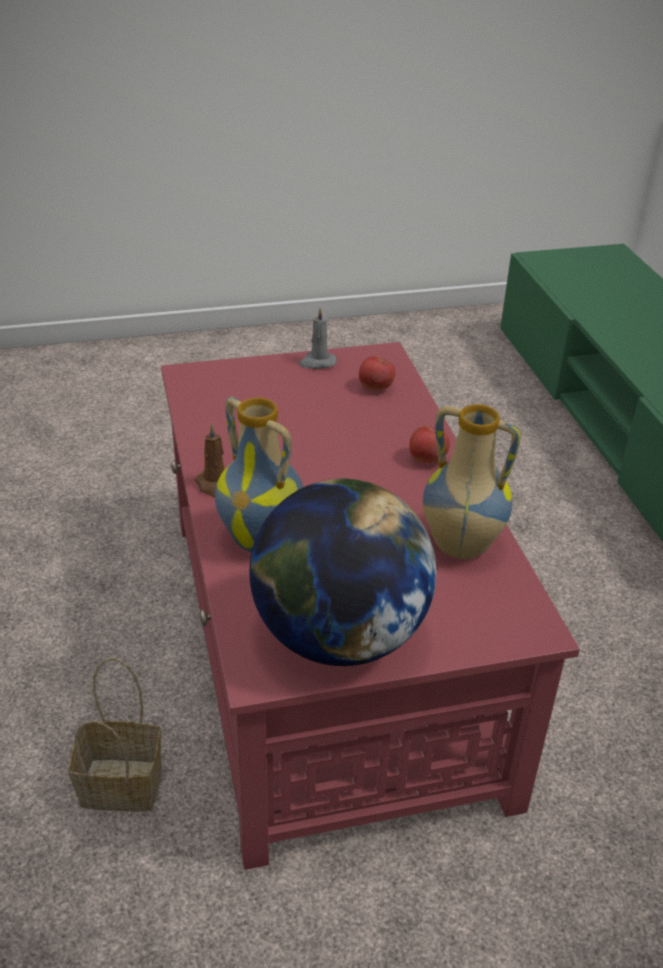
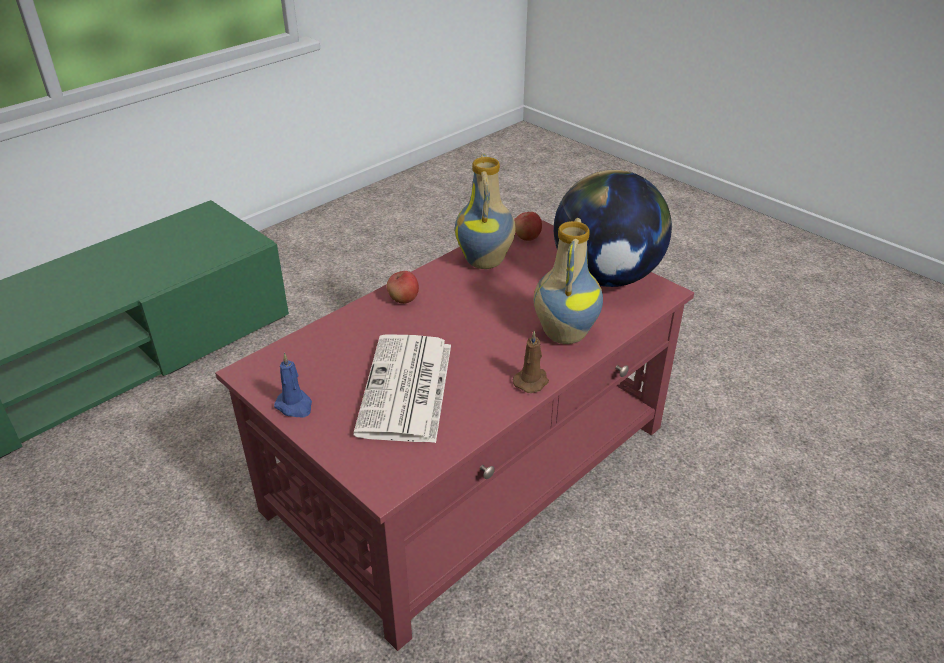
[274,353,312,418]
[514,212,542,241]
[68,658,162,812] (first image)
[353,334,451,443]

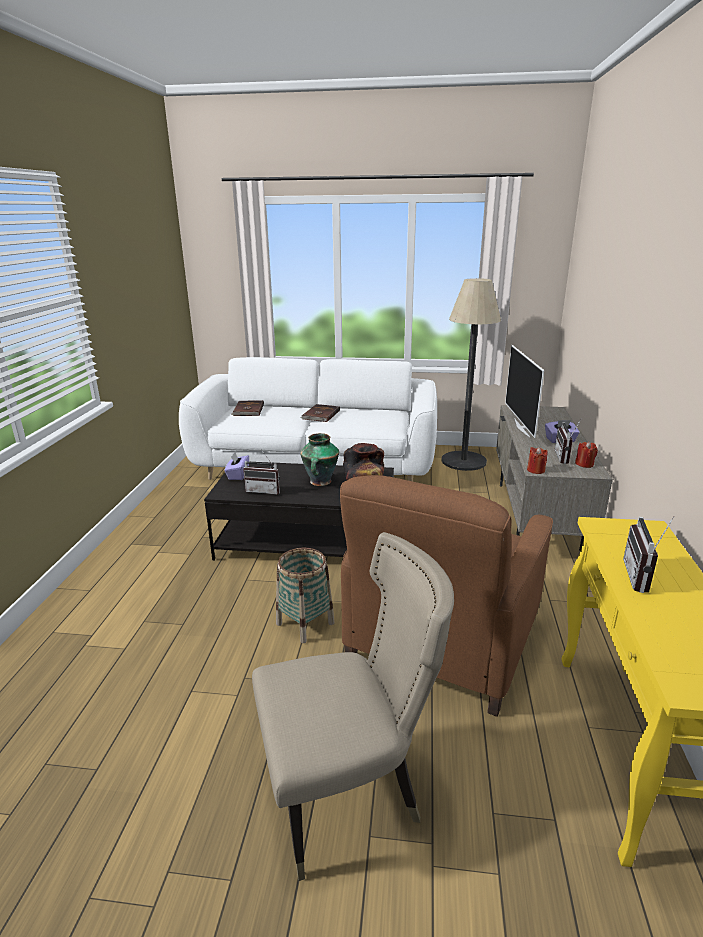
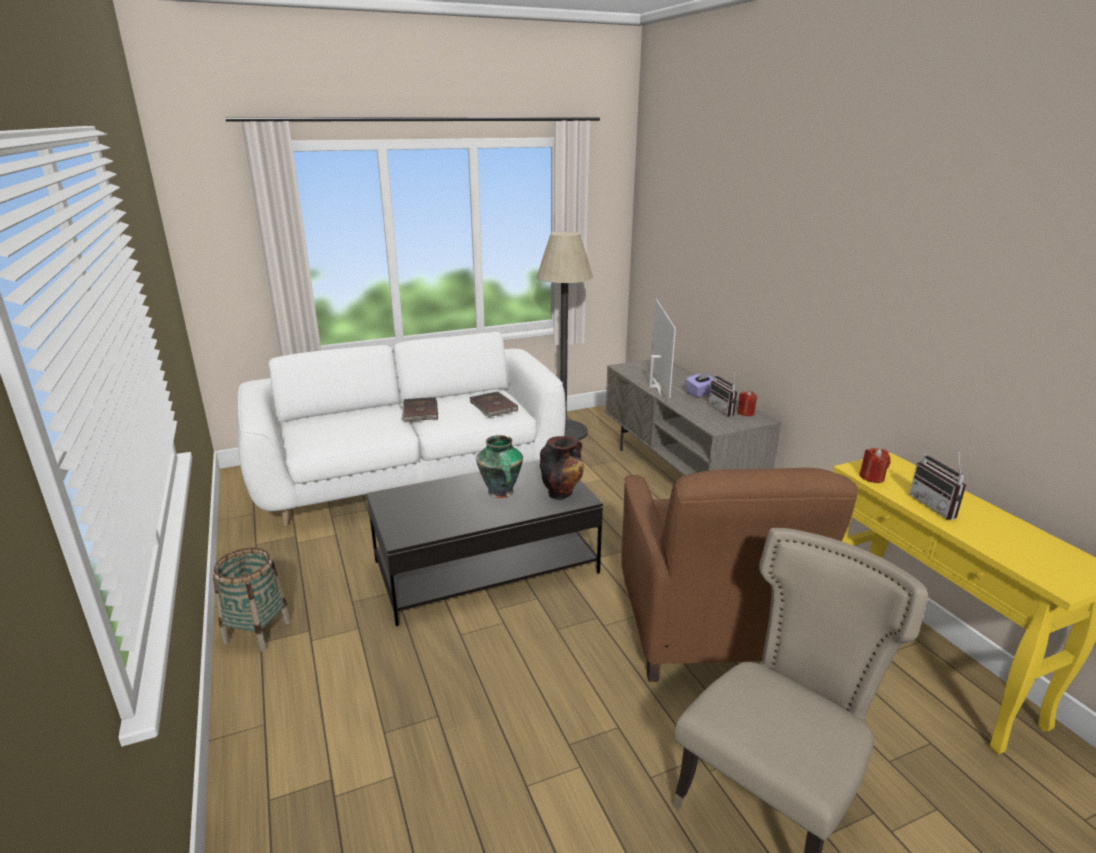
[649,299,676,398]
[469,391,518,417]
[859,448,891,483]
[243,451,280,495] (first image)
[225,452,249,480] (first image)
[213,548,291,652]

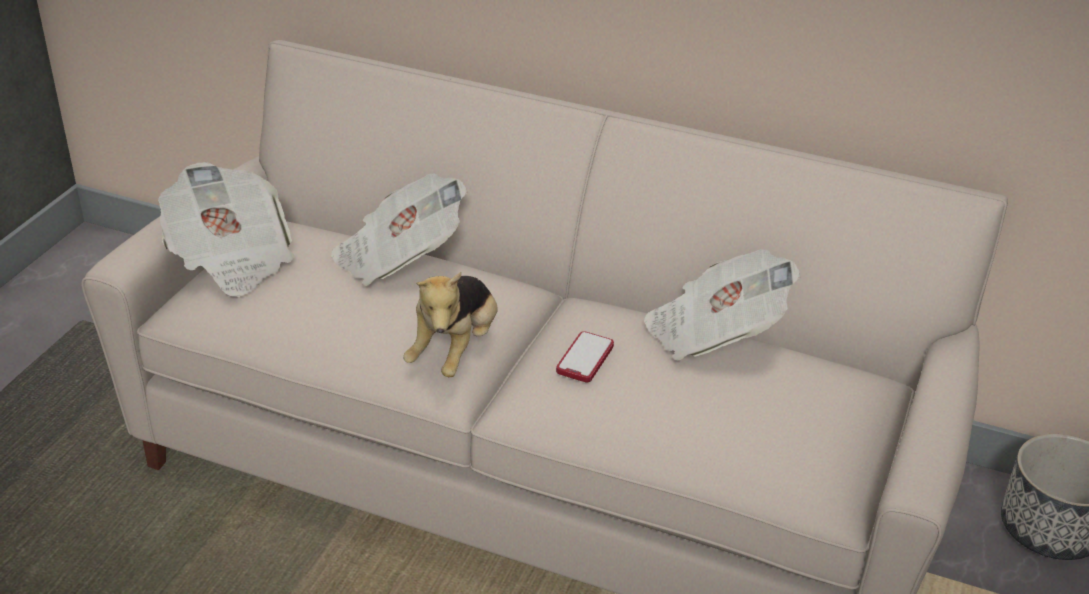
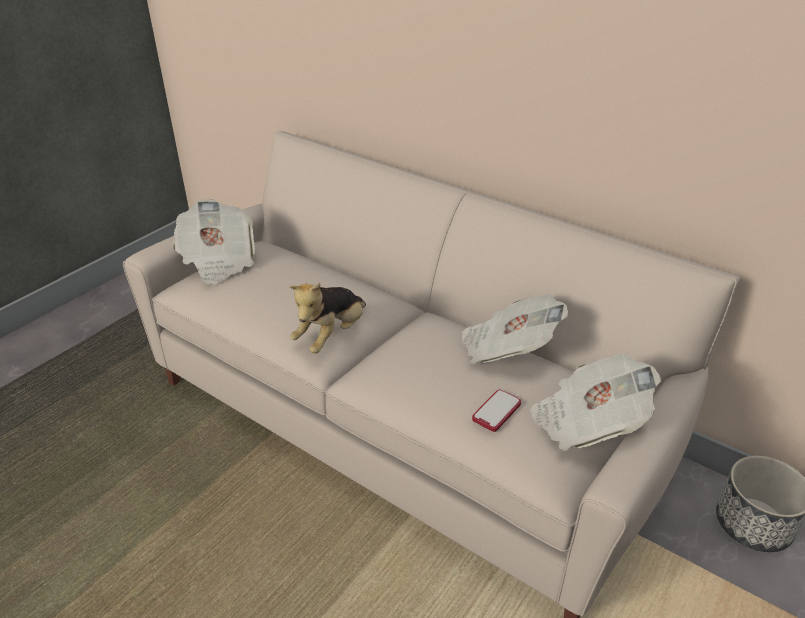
[530,354,661,451]
[472,390,521,432]

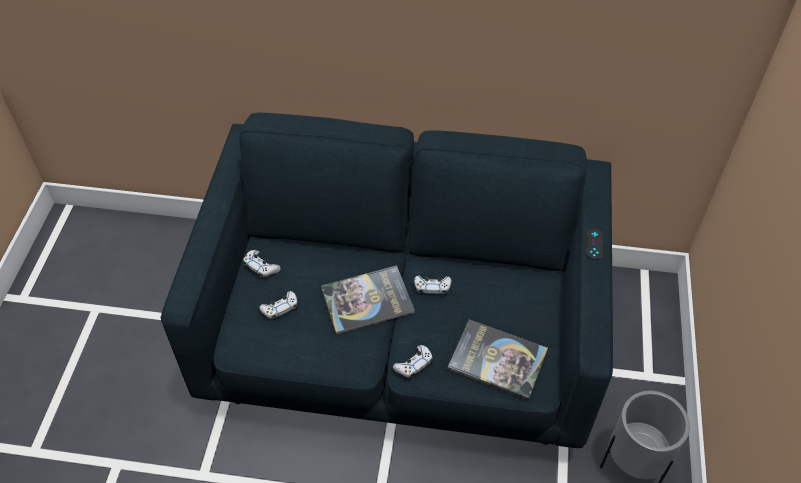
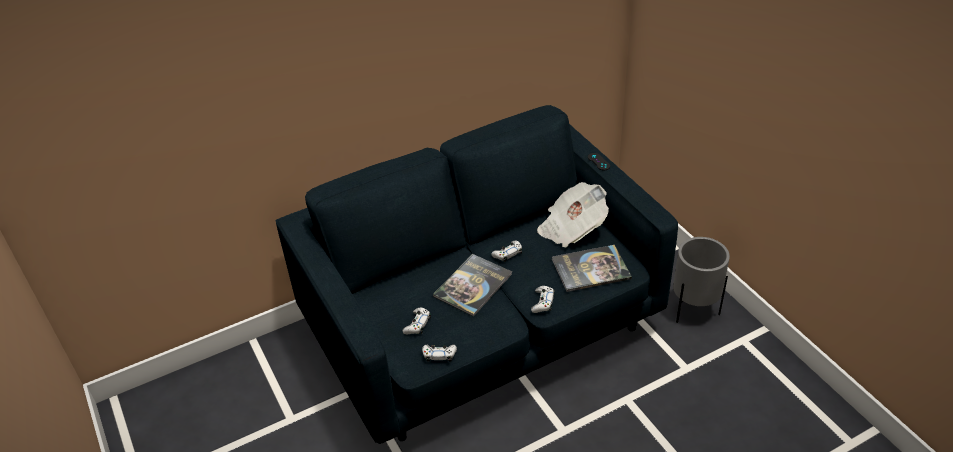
[422,345,457,362]
[537,182,609,248]

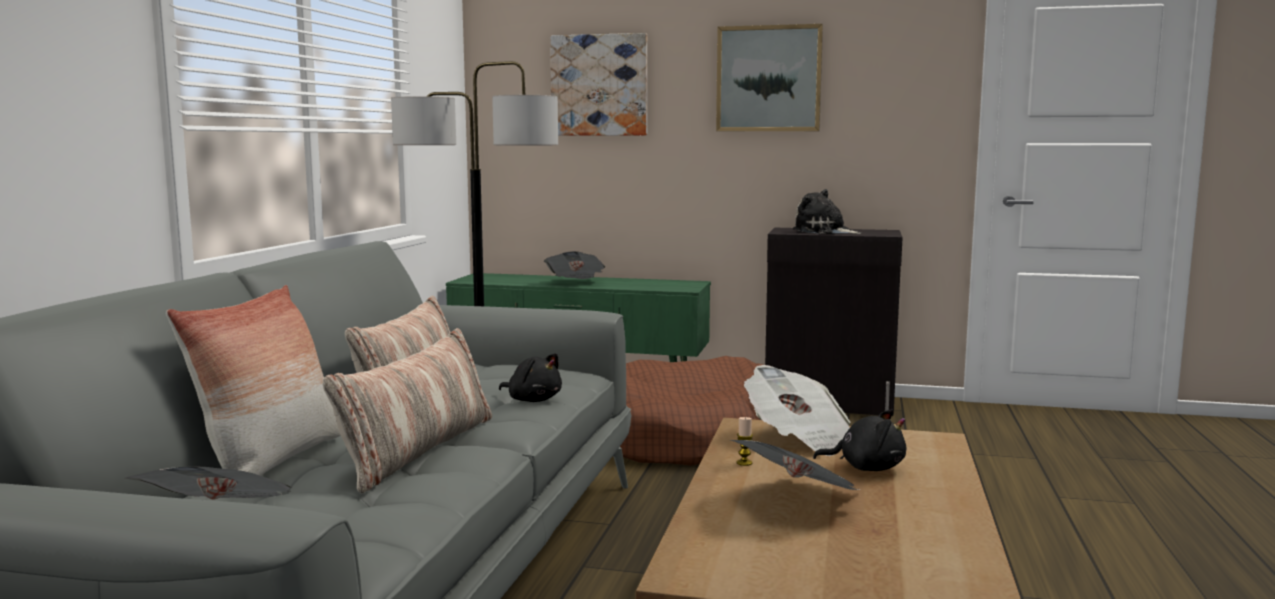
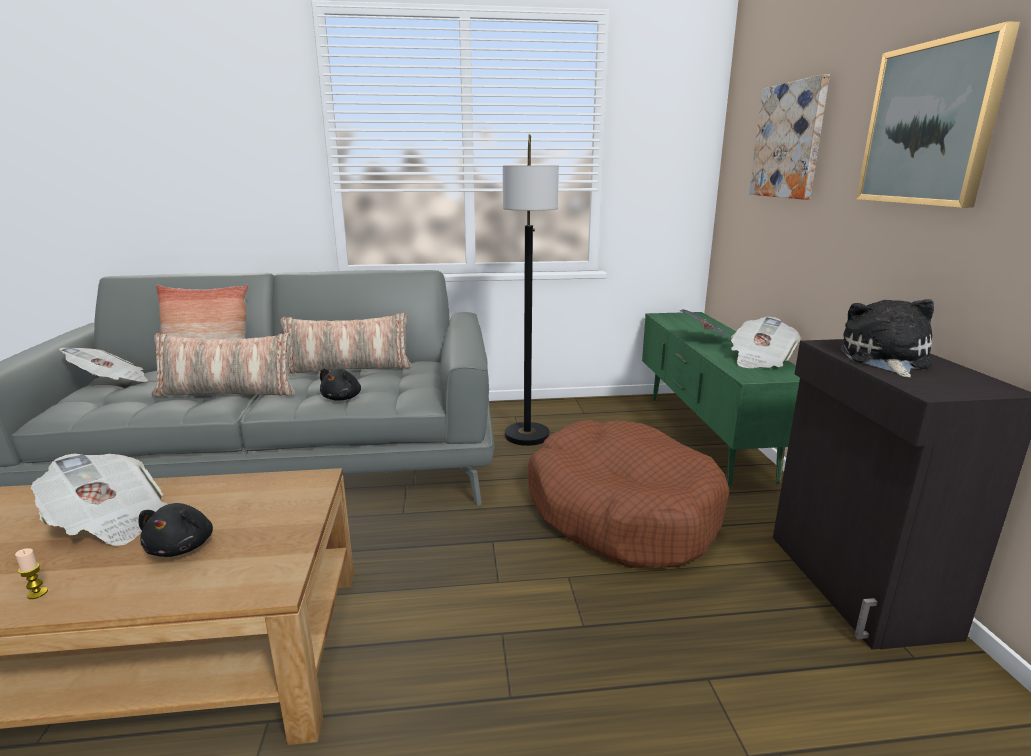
[730,317,801,368]
[15,548,48,599]

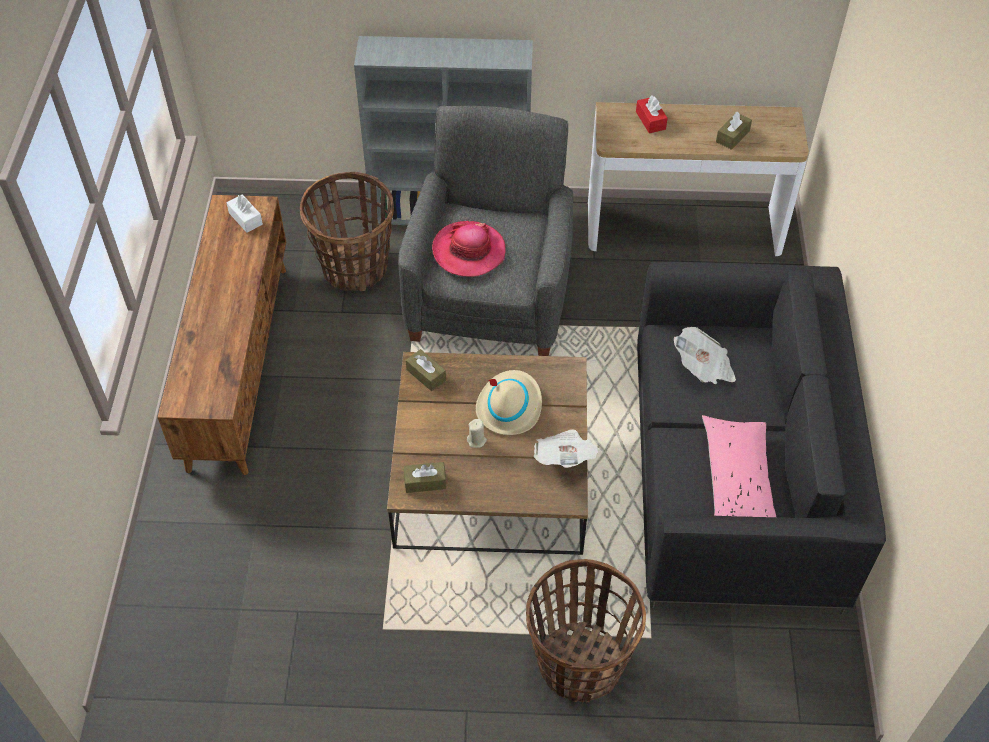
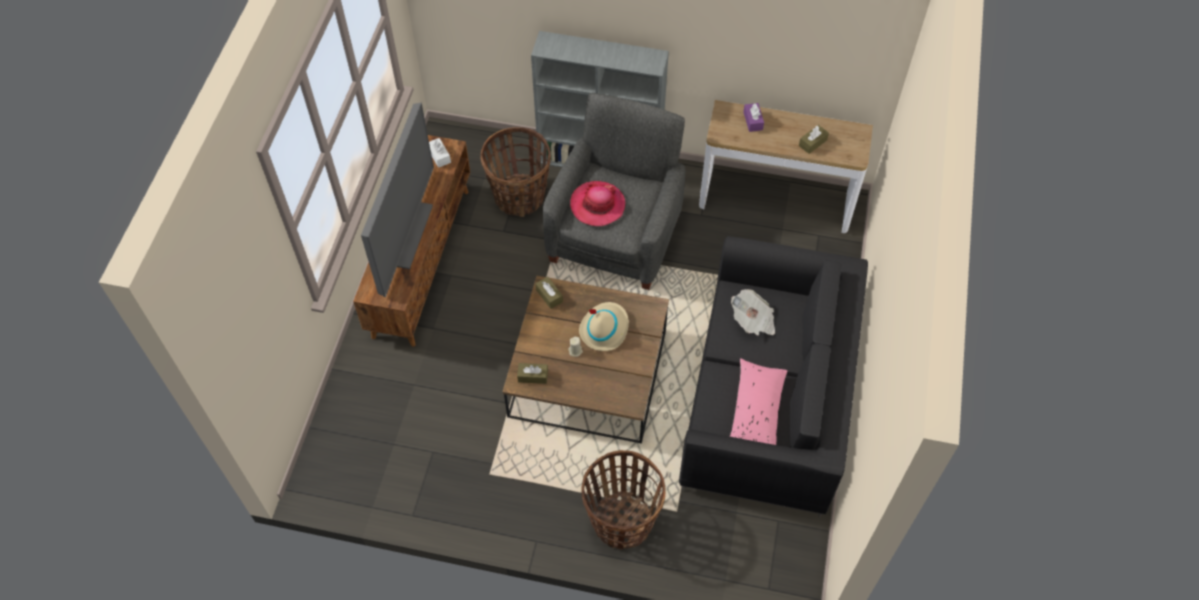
[743,103,764,132]
[534,429,599,468] (first image)
[361,103,434,297]

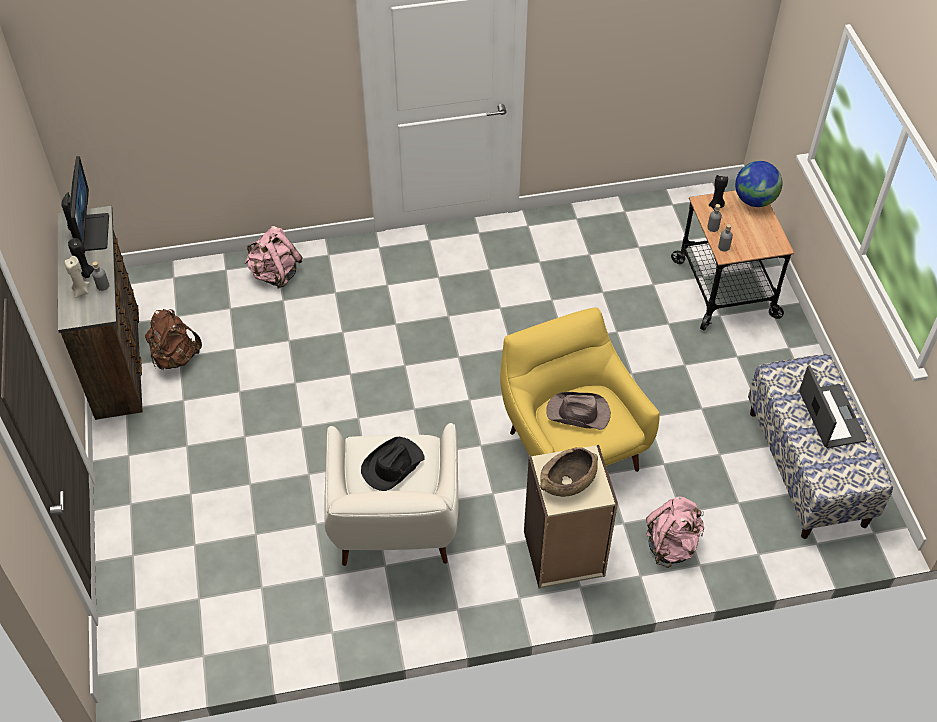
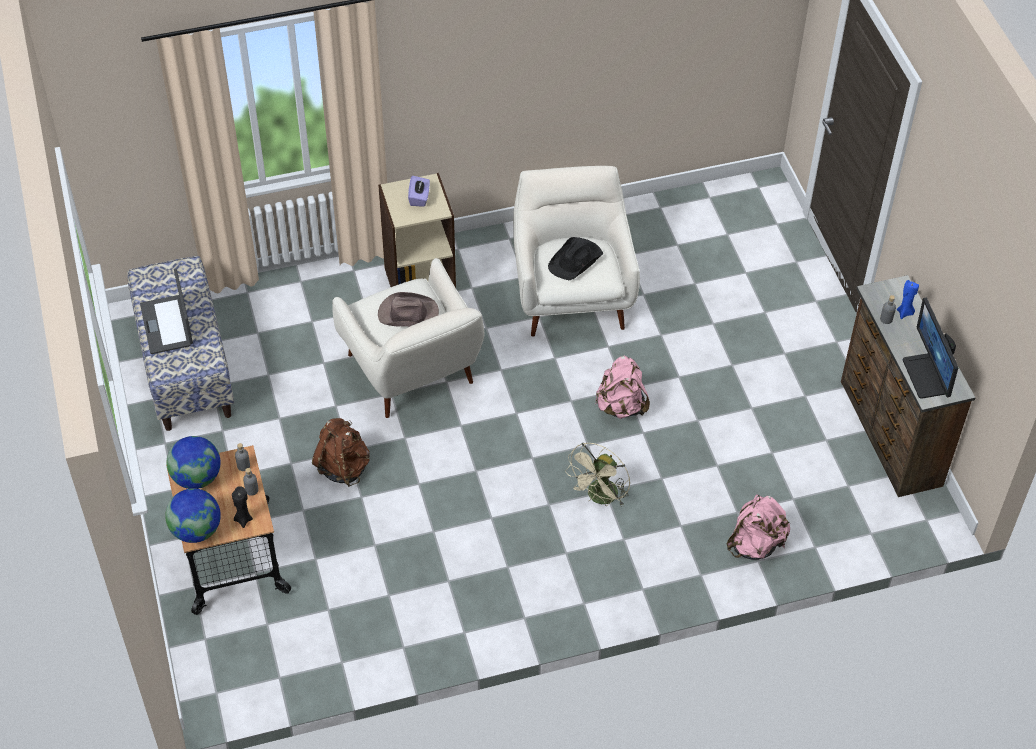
[68,238,95,278] (first image)
[897,280,919,319]
[332,258,484,418]
[312,418,370,487]
[408,176,430,207]
[595,355,650,419]
[166,436,221,489]
[565,442,630,507]

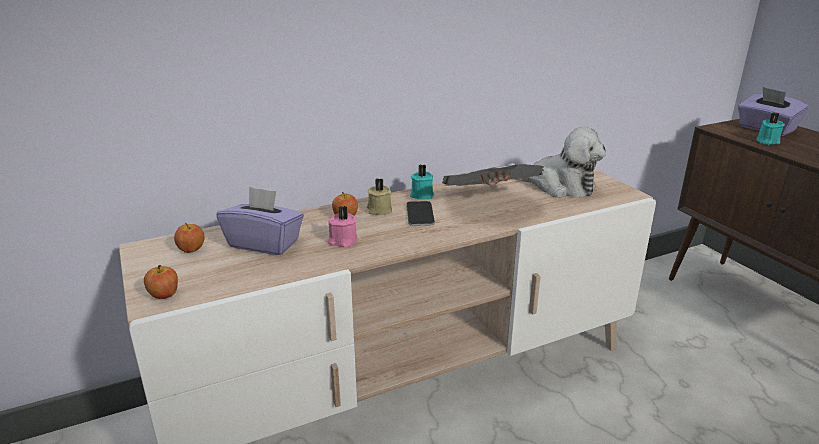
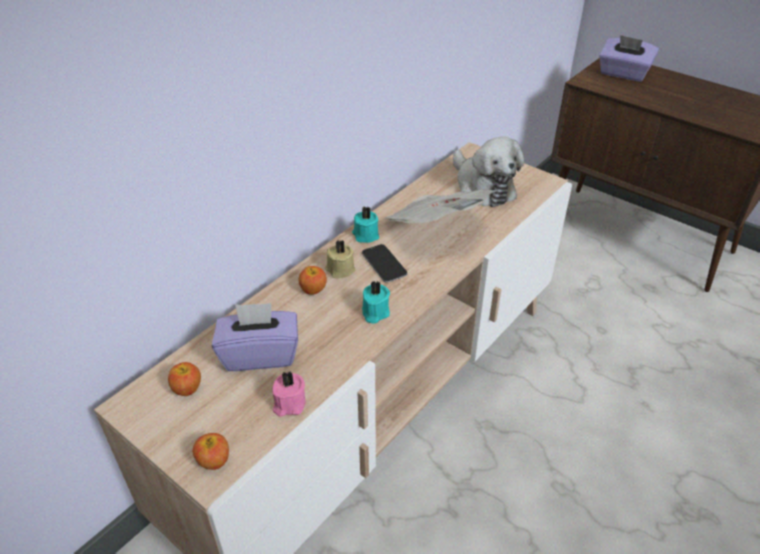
[362,281,390,324]
[453,137,524,207]
[273,371,306,417]

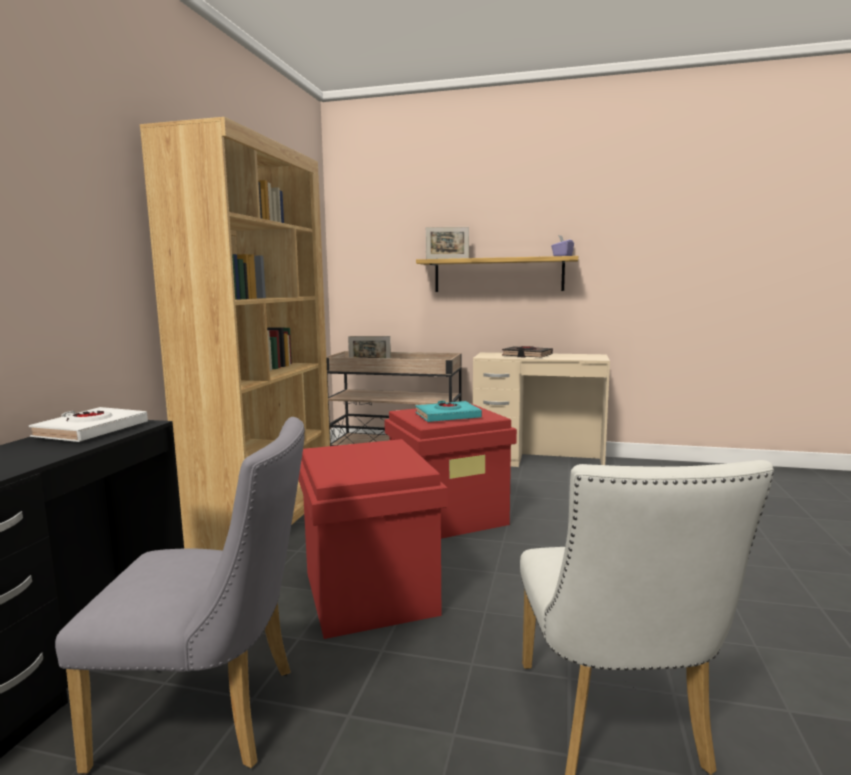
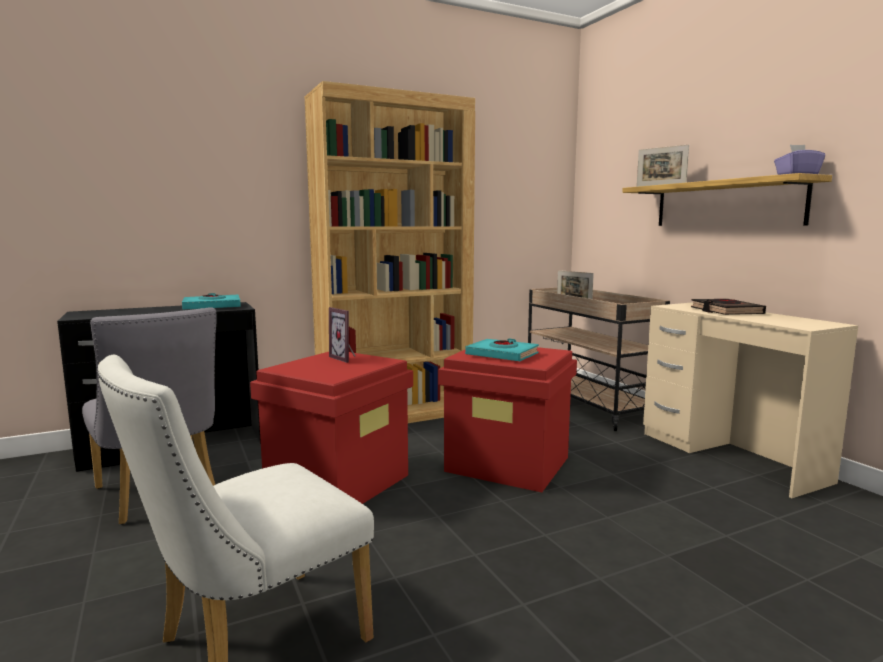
[182,293,241,310]
[329,307,356,363]

